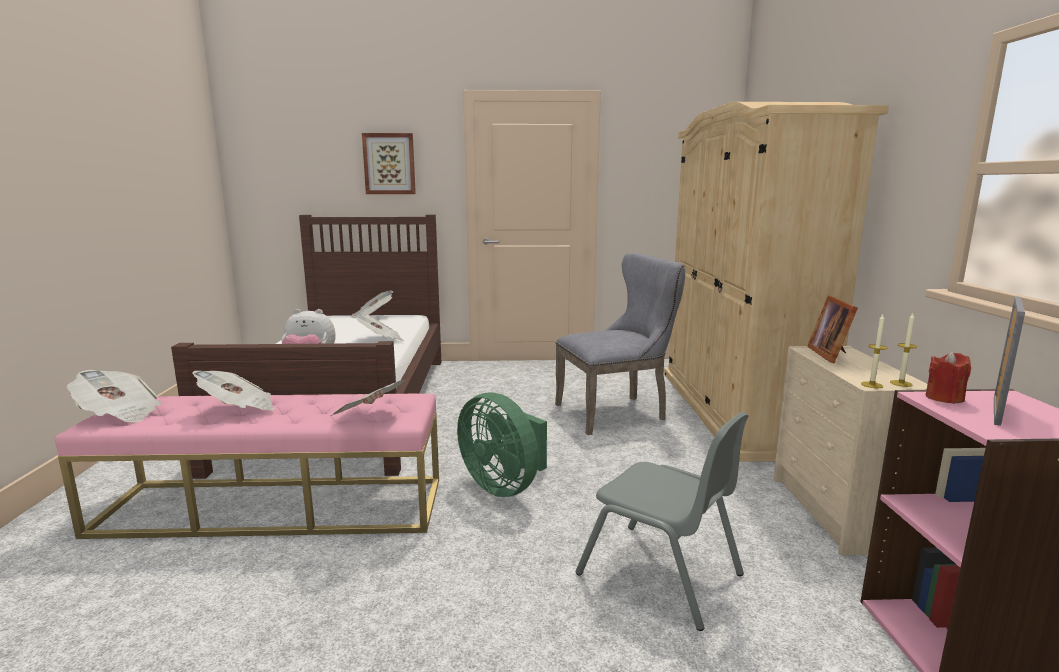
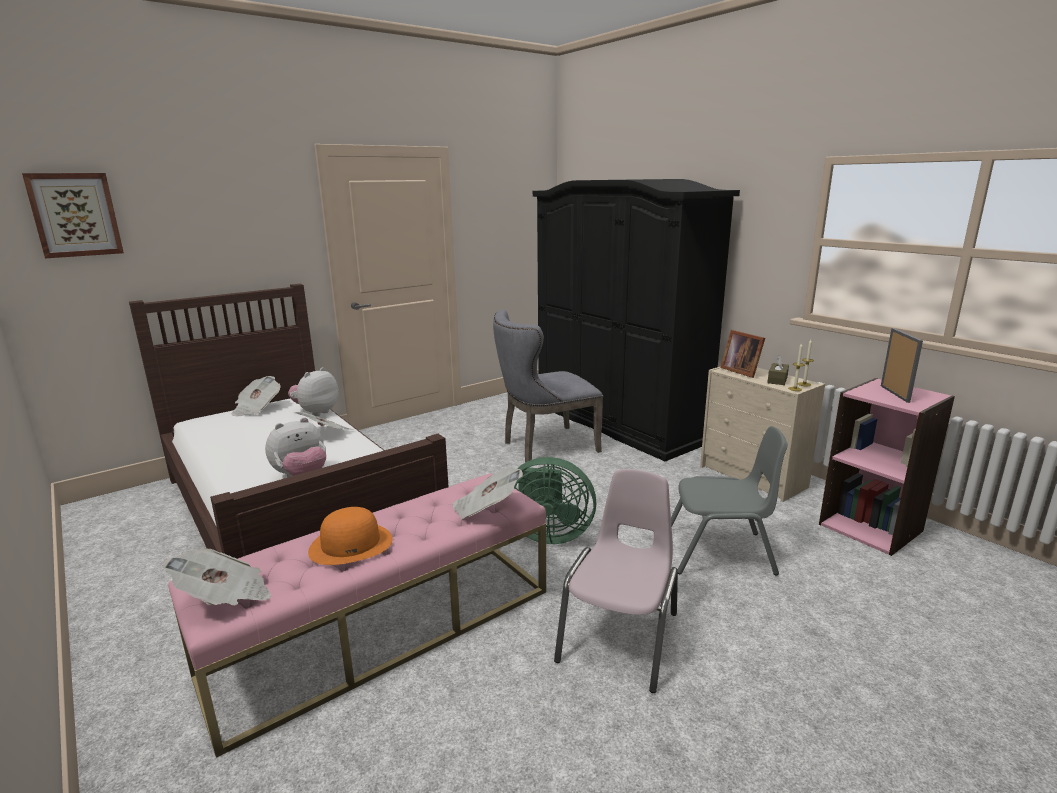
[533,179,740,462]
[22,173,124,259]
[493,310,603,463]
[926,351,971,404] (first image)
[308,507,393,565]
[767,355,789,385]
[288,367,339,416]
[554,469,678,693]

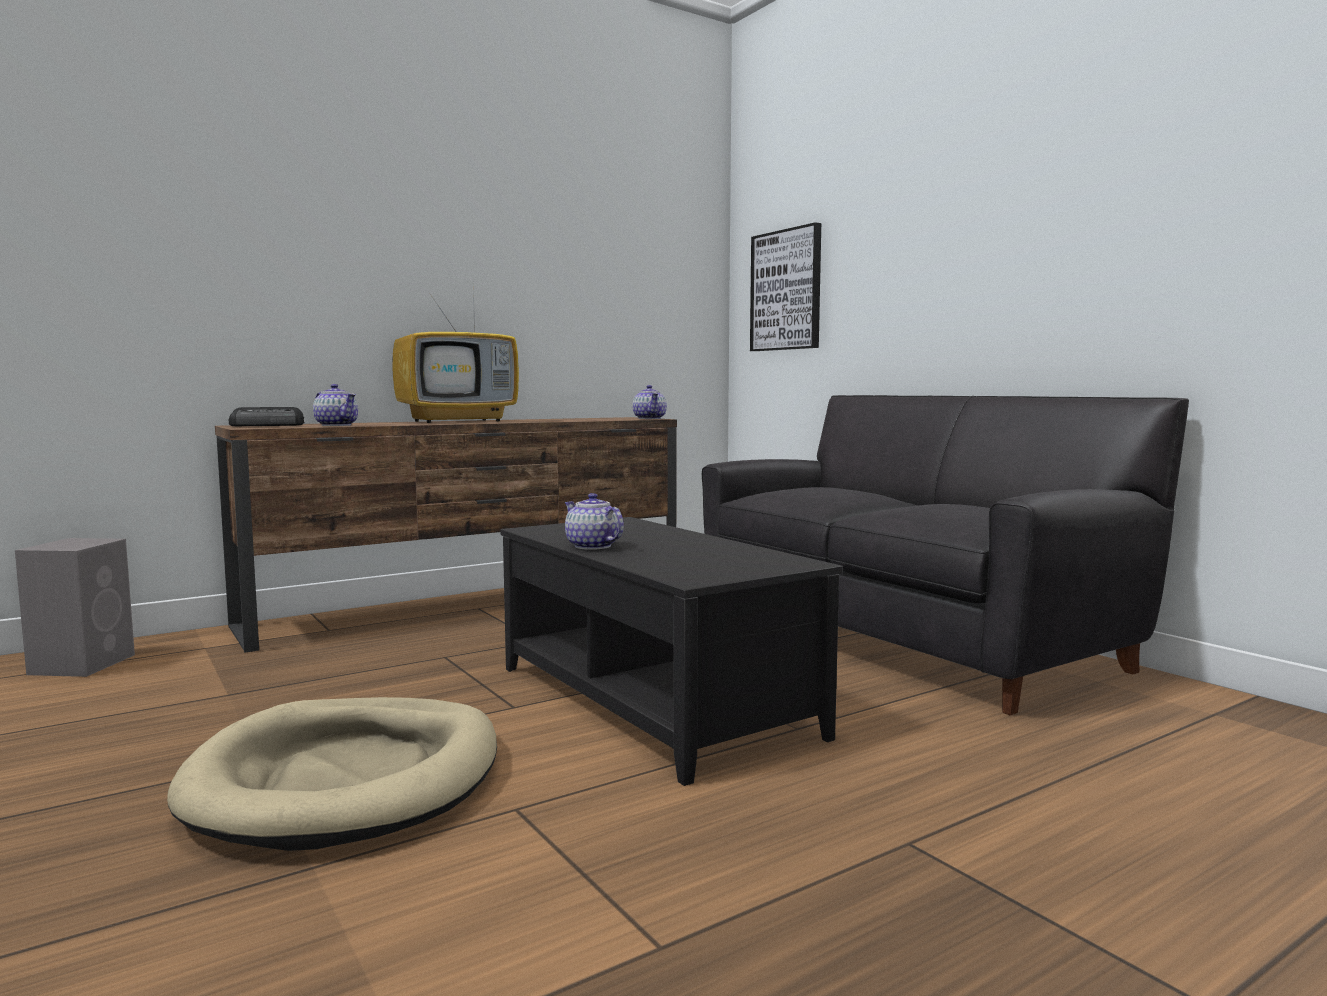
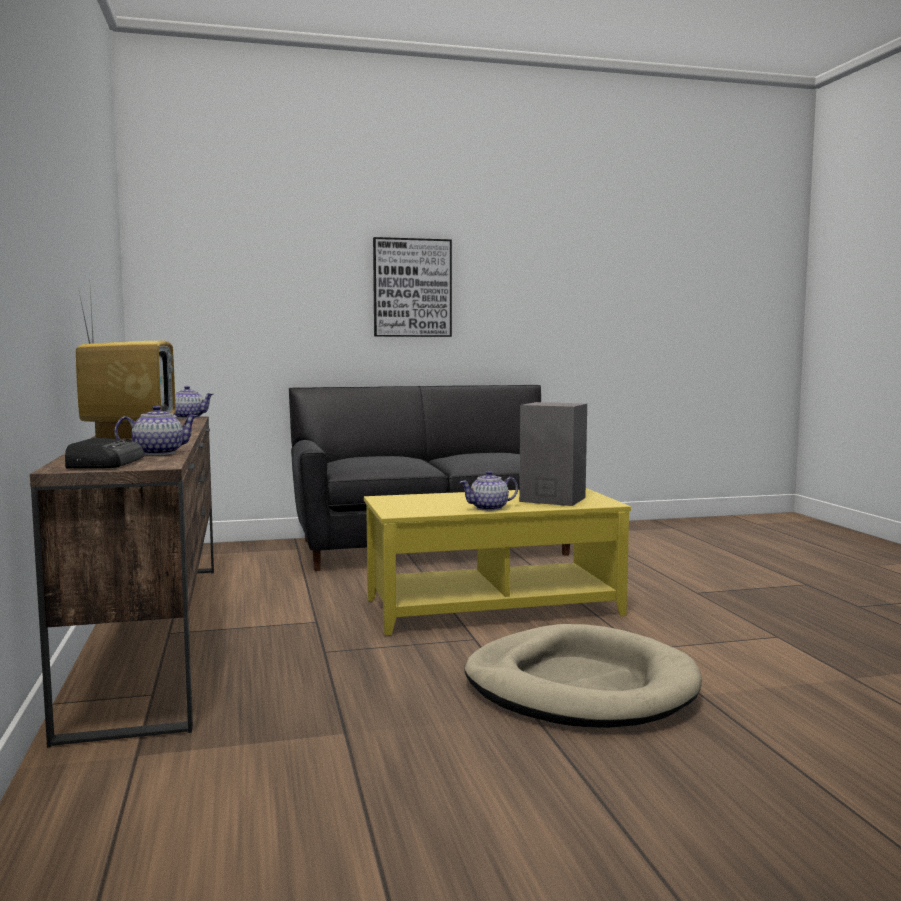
[373,237,452,337]
[364,488,631,636]
[519,402,587,506]

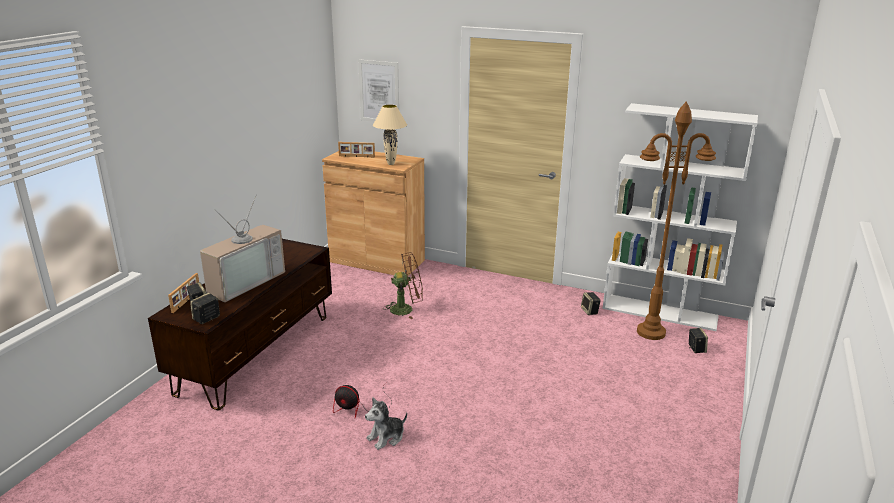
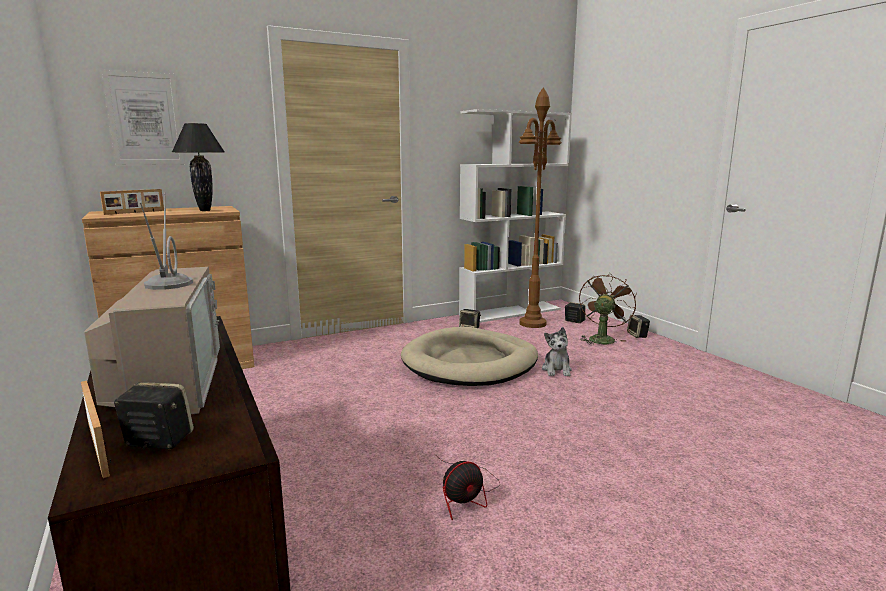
[172,123,224,211]
[579,273,637,345]
[627,315,650,338]
[542,327,572,377]
[401,327,538,386]

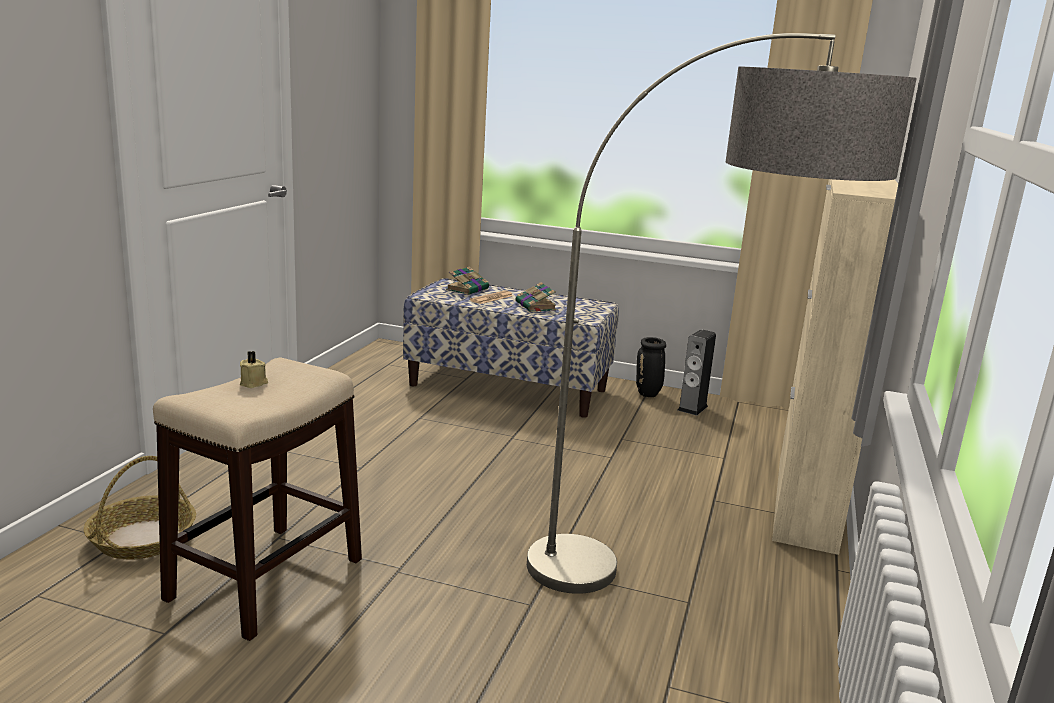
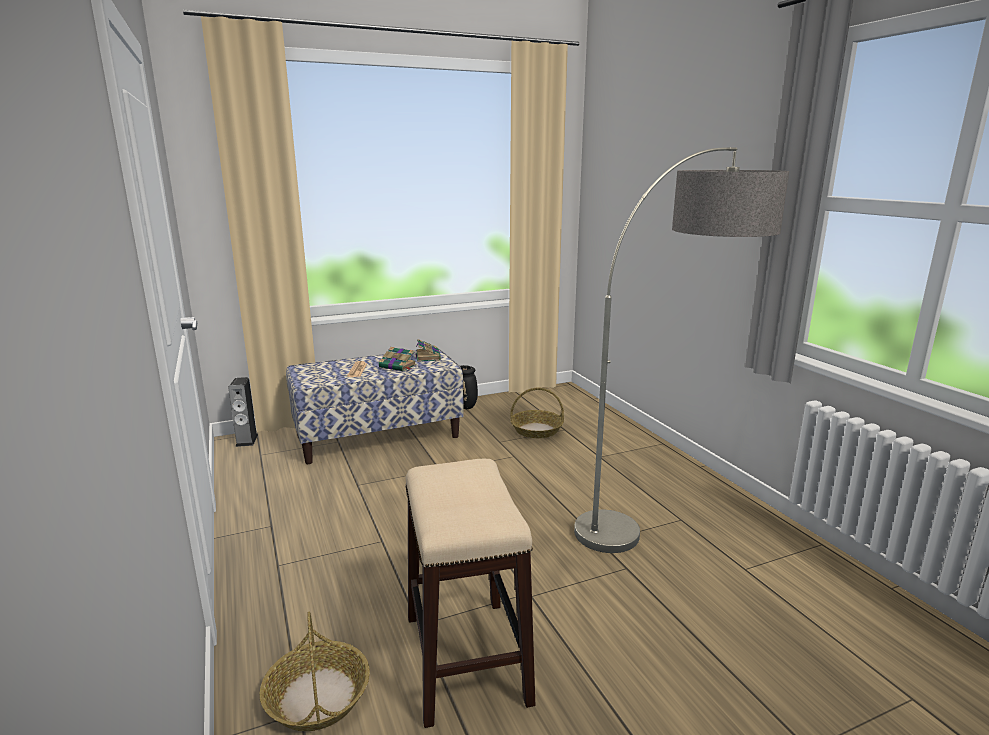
[772,179,898,555] (first image)
[415,339,441,362]
[228,377,258,447]
[240,351,268,388] (first image)
[510,387,564,438]

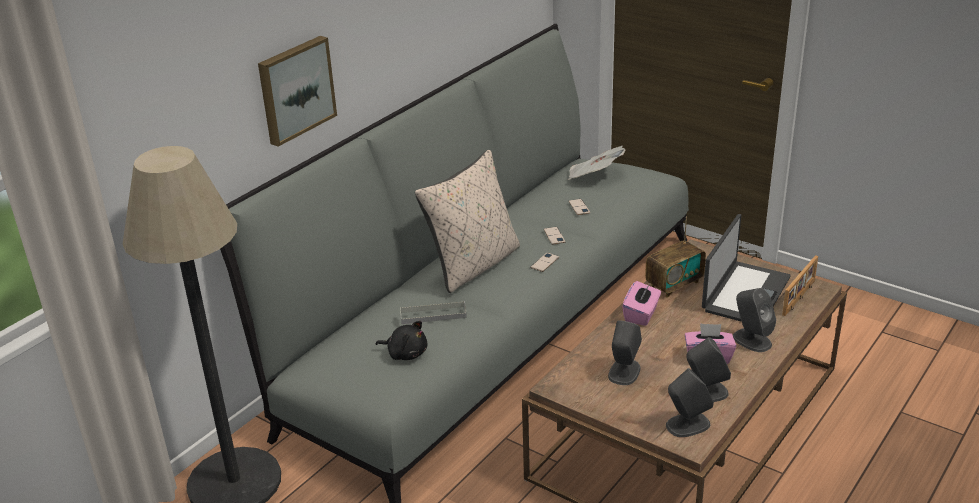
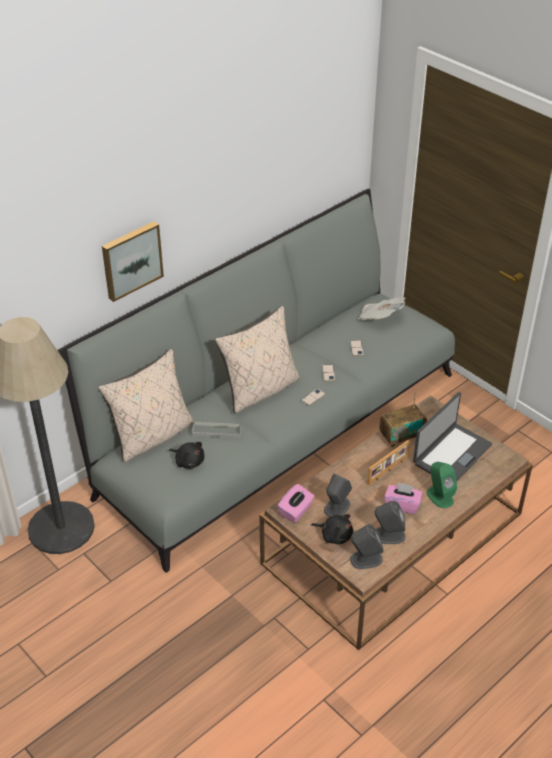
[367,440,410,485]
[277,484,315,523]
[427,462,457,508]
[99,349,194,462]
[311,514,353,544]

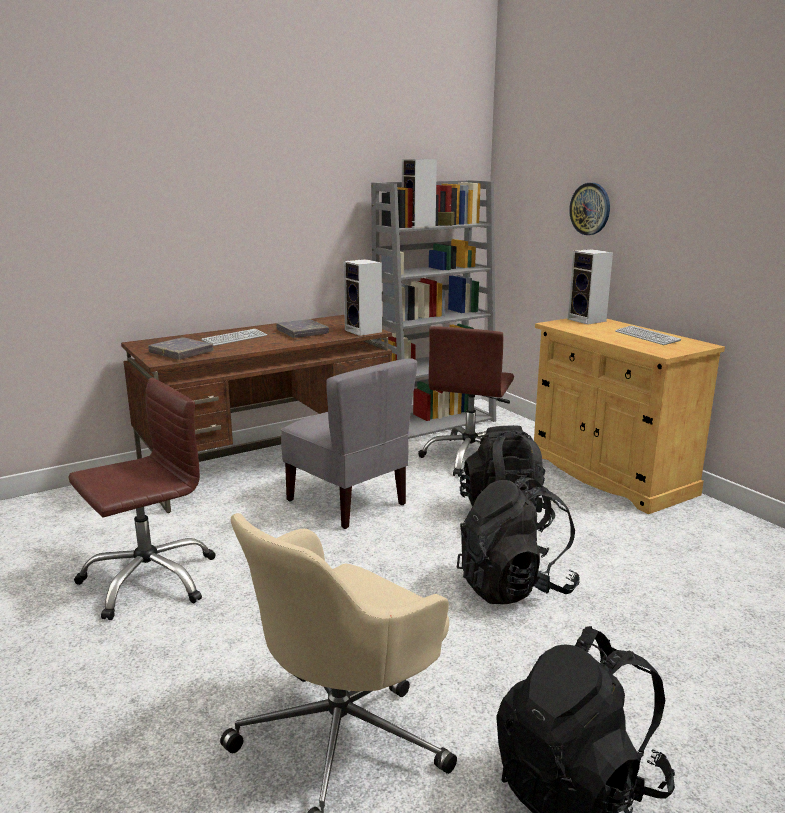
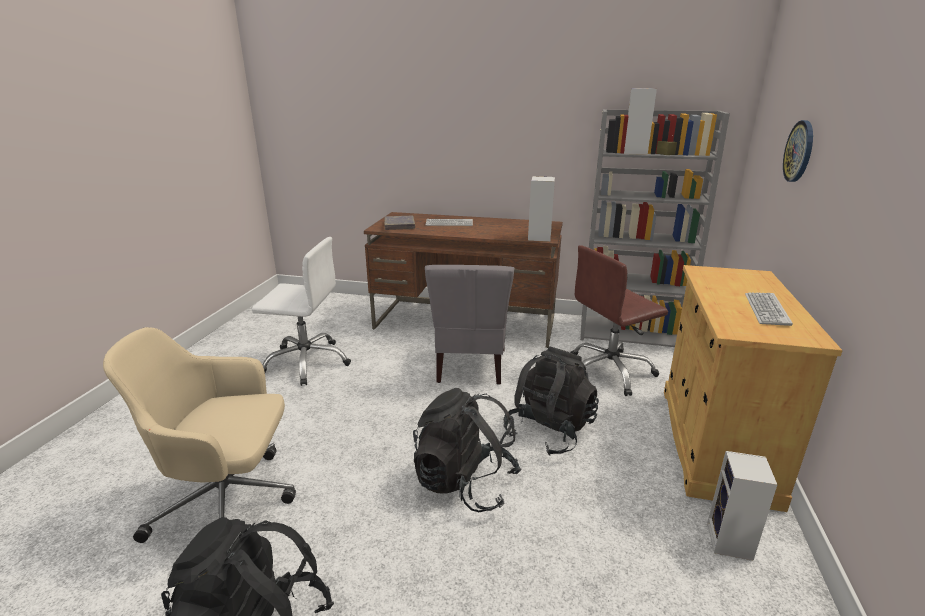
[707,451,777,561]
[276,319,329,338] (first image)
[252,237,351,386]

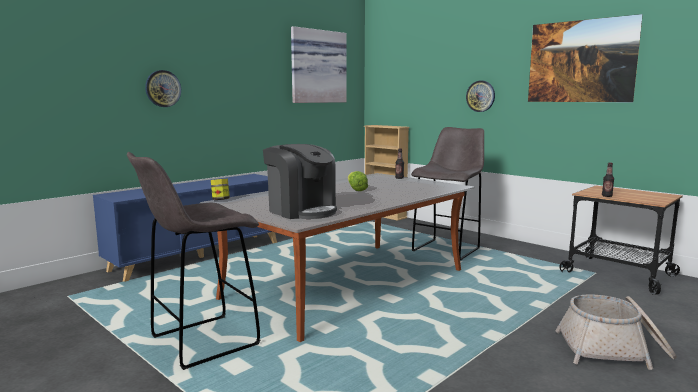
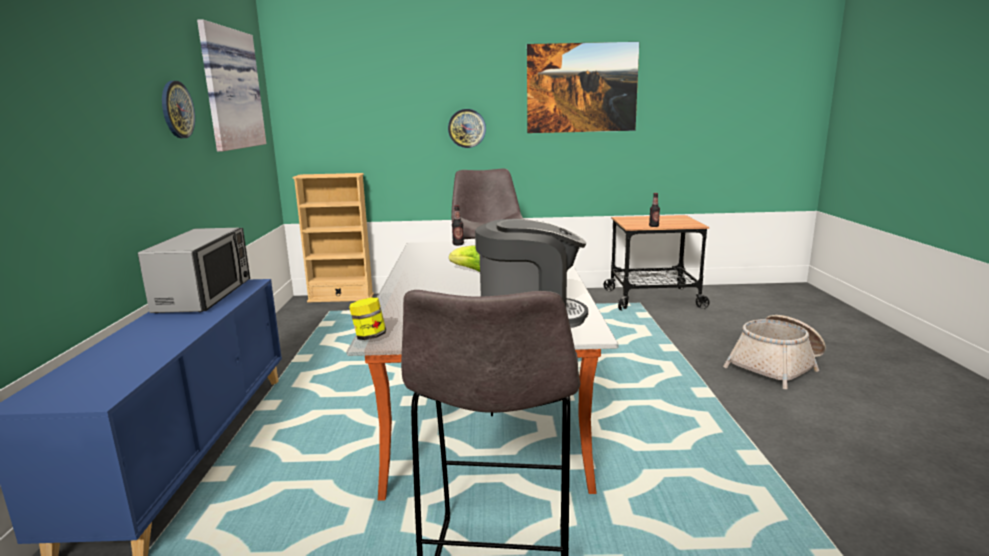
[162,81,195,138]
[138,228,250,313]

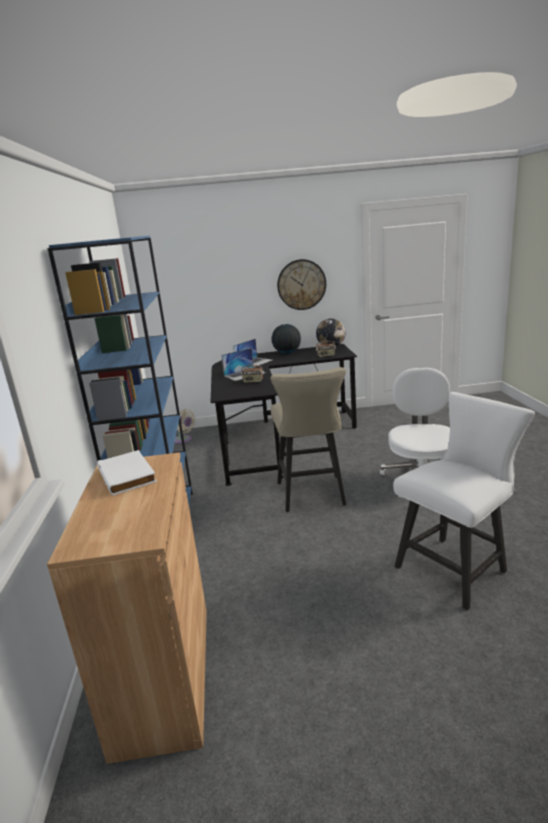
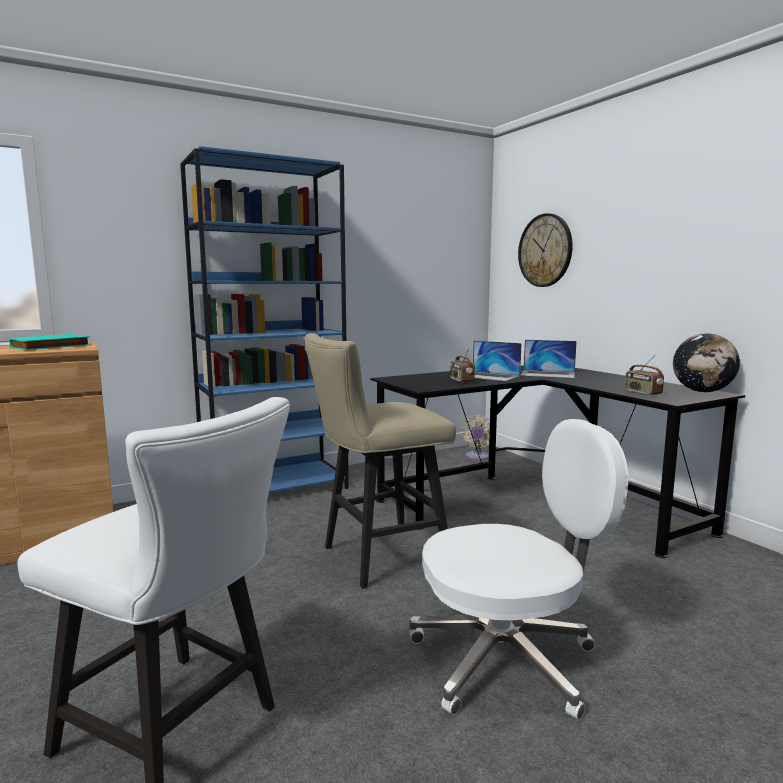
[518,213,573,287]
[272,324,301,354] (first image)
[9,334,90,350]

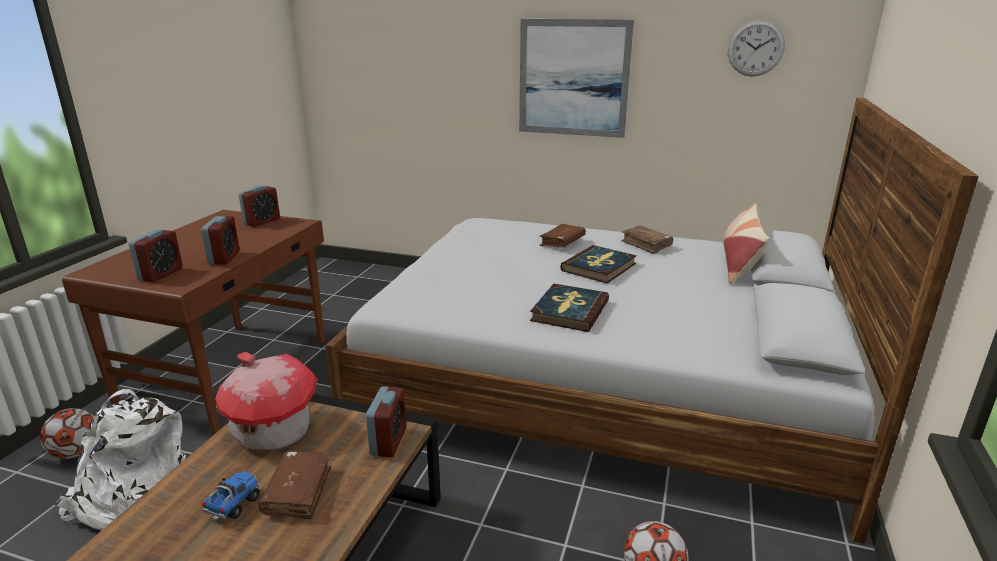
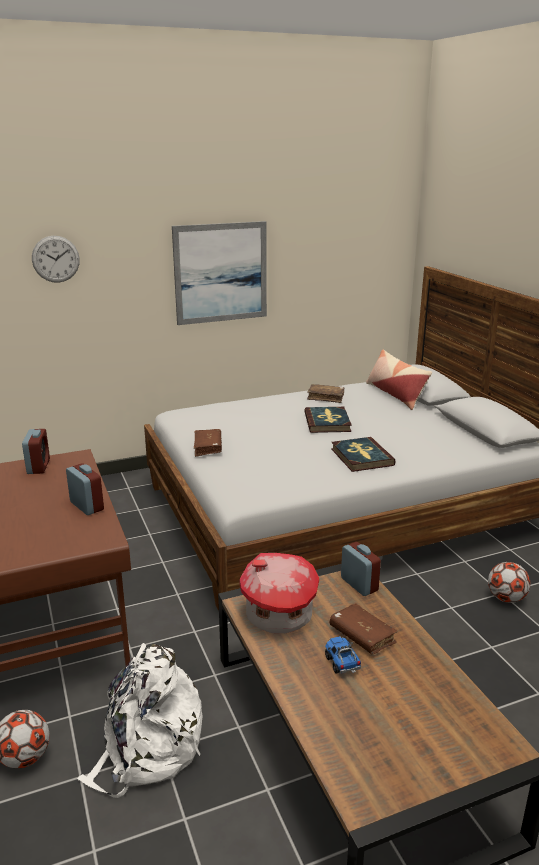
[32,236,80,283]
[194,429,222,457]
[129,229,183,282] (first image)

